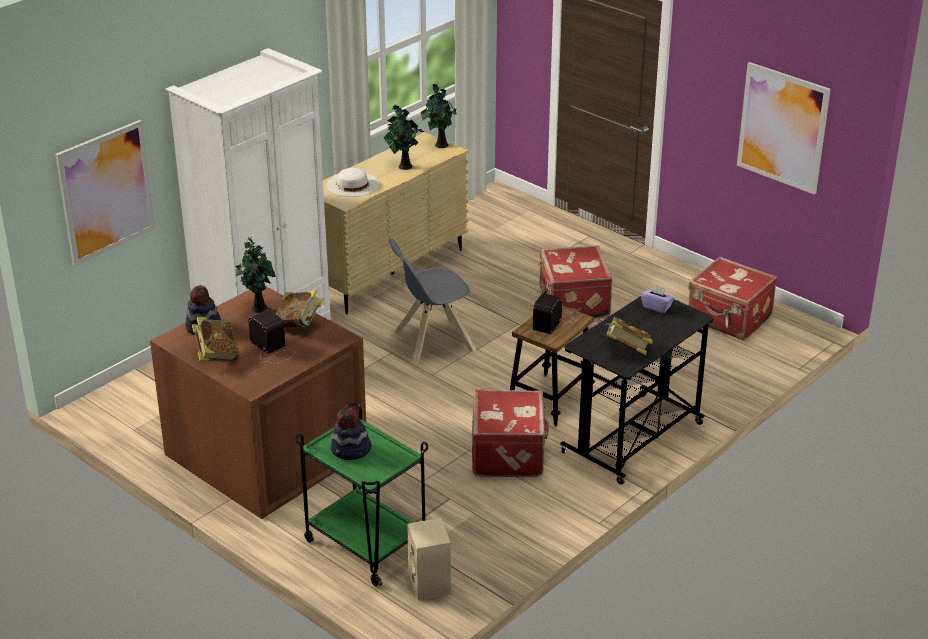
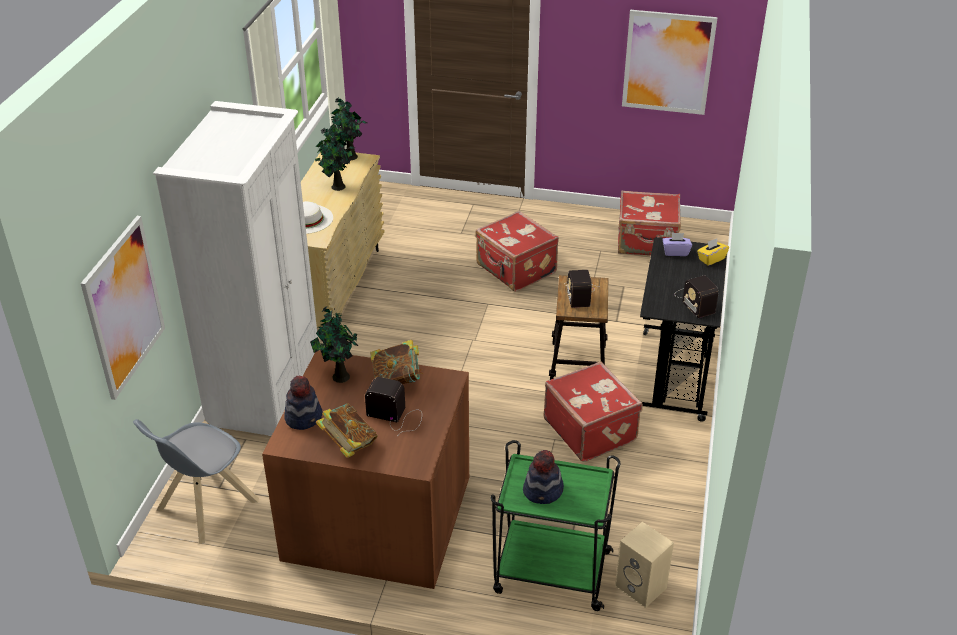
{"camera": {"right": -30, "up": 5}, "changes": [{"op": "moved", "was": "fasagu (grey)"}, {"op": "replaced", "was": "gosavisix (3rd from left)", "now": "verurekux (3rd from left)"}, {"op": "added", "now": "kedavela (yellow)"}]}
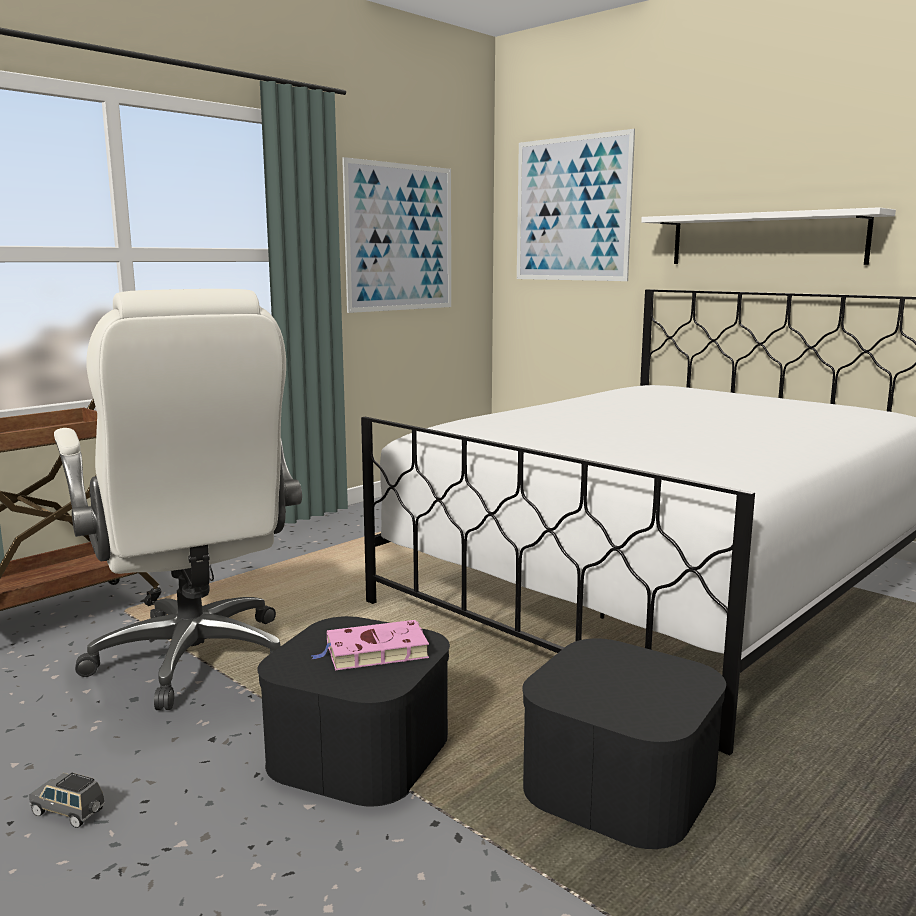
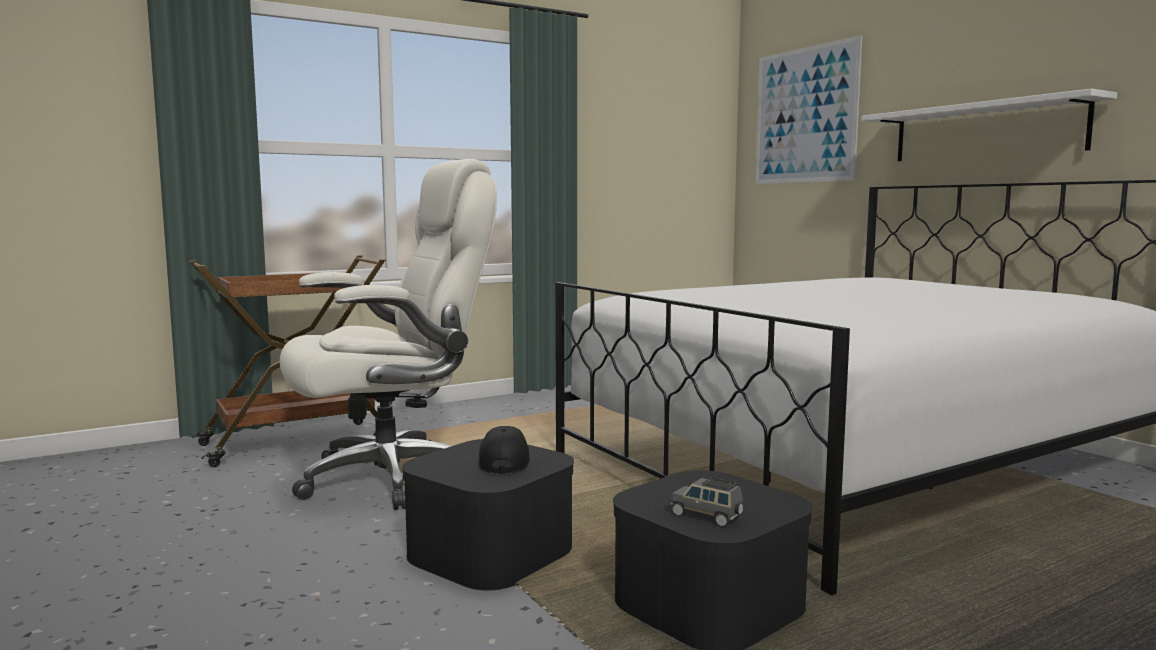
{"camera": {"right": 15, "up": -5}, "changes": [{"op": "removed", "was": "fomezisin (1st from left)"}, {"op": "turned", "was": "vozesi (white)", "clockwise": -105}, {"op": "replaced", "was": "gosavisix (pink)", "now": "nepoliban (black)"}, {"op": "moved", "was": "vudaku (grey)"}]}
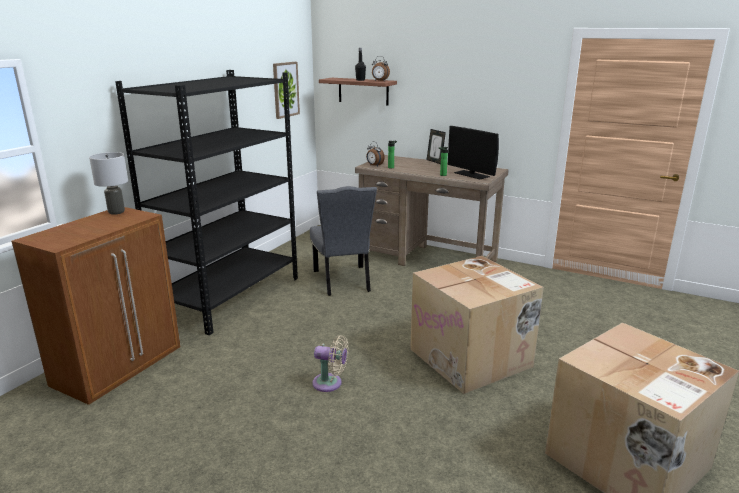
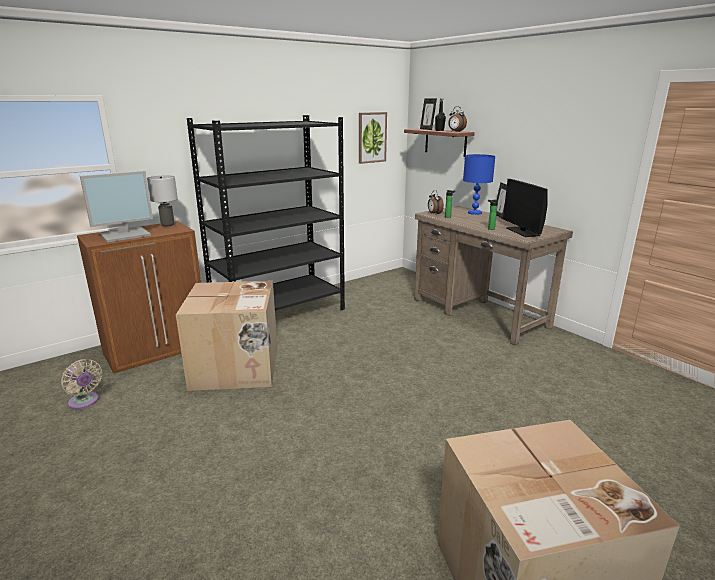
{"camera": {"right": 25, "up": 0}, "changes": [{"op": "removed", "was": "fasagu (grey)"}, {"op": "moved", "was": "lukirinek (1st from left)"}, {"op": "moved", "was": "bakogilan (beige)"}, {"op": "added", "now": "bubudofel (1st from left)"}, {"op": "added", "now": "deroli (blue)"}, {"op": "added", "now": "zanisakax (1st from left)"}]}
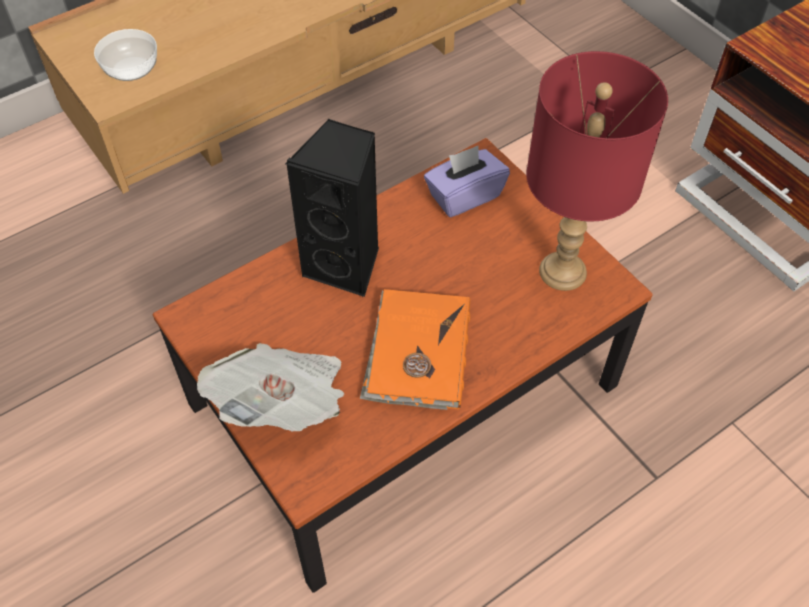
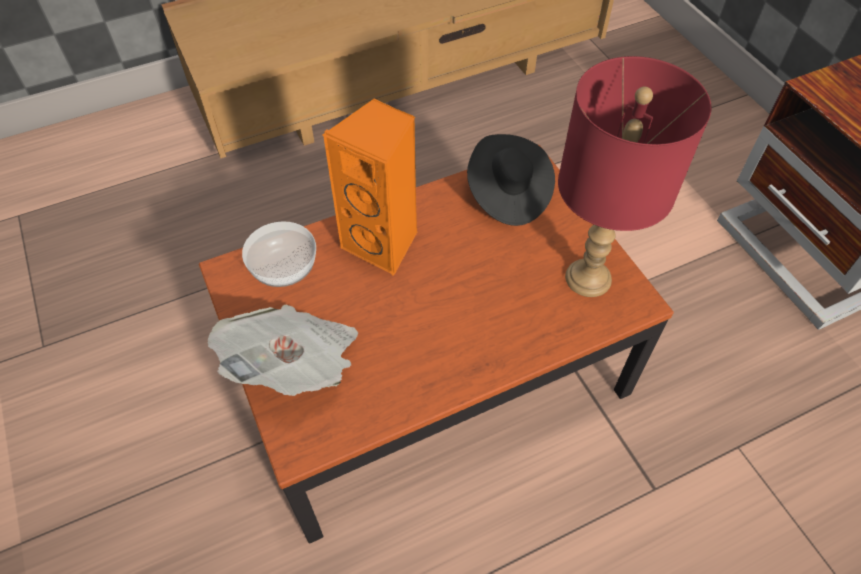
{"camera": {"right": 10, "up": 0}, "changes": [{"op": "moved", "was": "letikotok"}, {"op": "recoloured", "was": "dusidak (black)", "now": "dusidak (orange)"}, {"op": "replaced", "was": "kedavela (purple)", "now": "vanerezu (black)"}, {"op": "removed", "was": "gosavisix (orange)"}]}
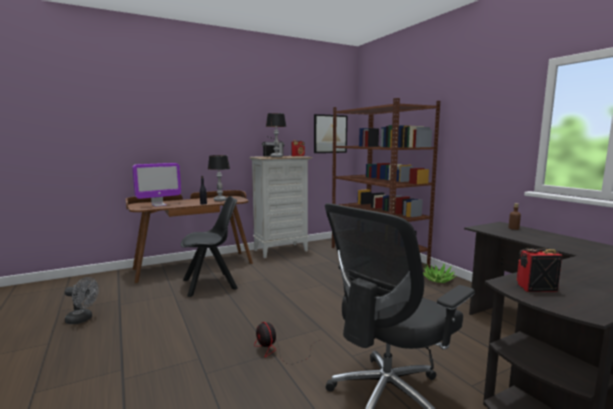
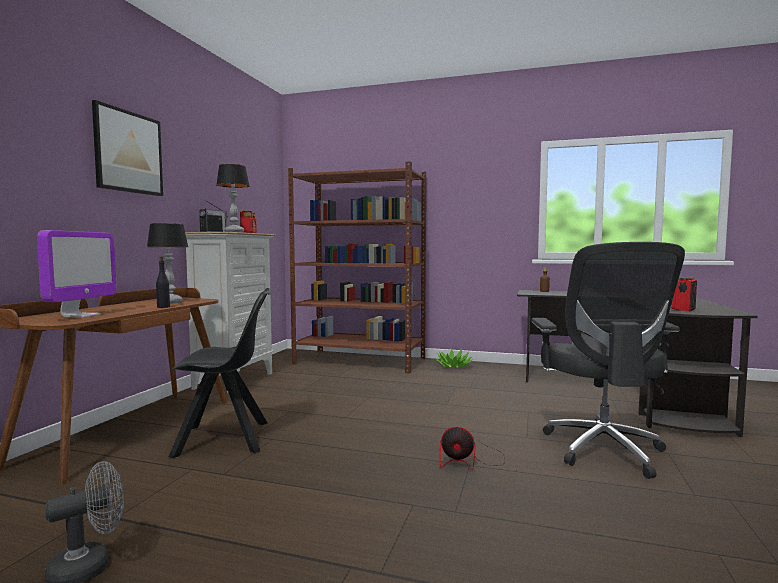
{"camera": {"right": -45, "up": -5}, "changes": [{"op": "moved", "was": "fomezisin"}, {"op": "turned", "was": "fasagu (black)", "clockwise": 60}]}
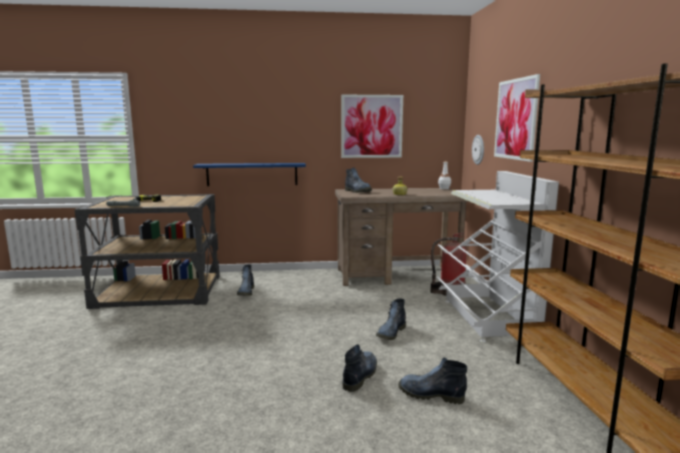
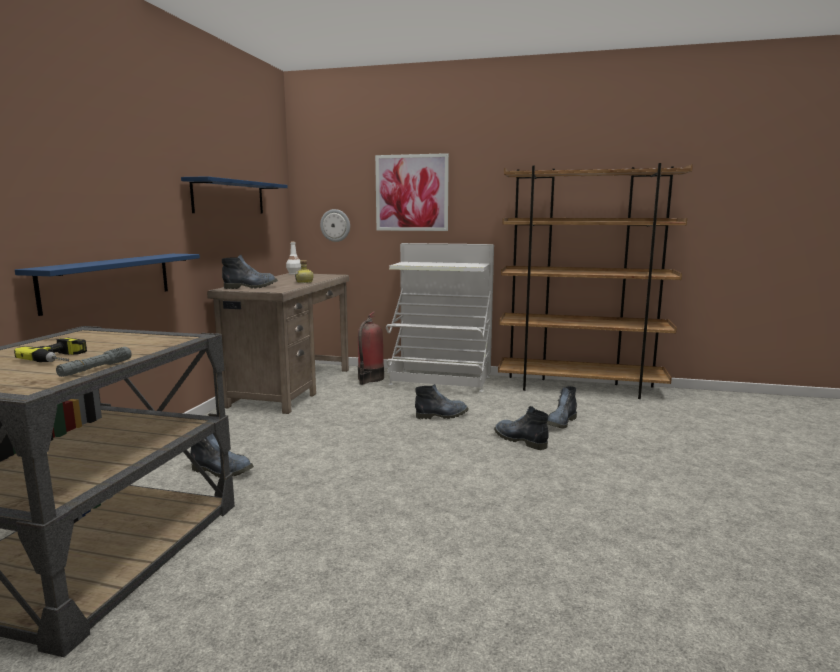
{"camera": {"right": -70, "up": 0}, "changes": [{"op": "replaced", "was": "fomezisin (1st from left)", "now": "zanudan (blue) (2nd from left)"}, {"op": "turned", "was": "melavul (4th from left in the first image)", "clockwise": -60}]}
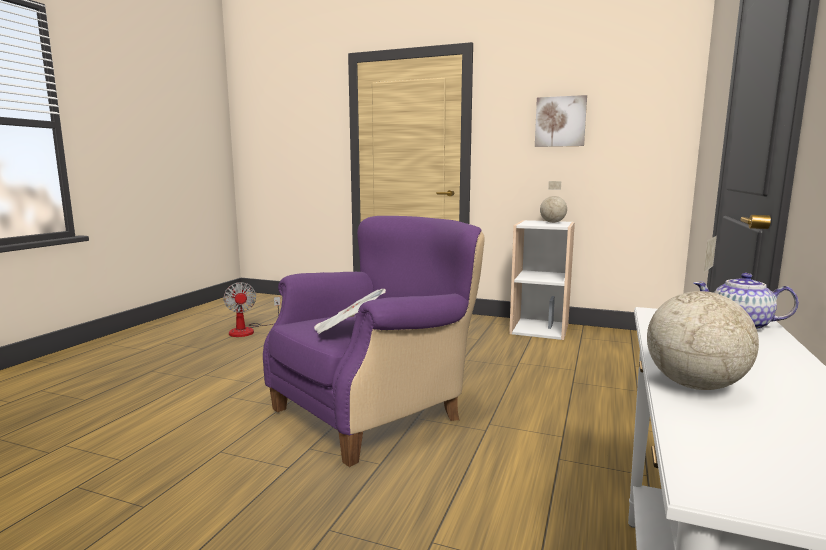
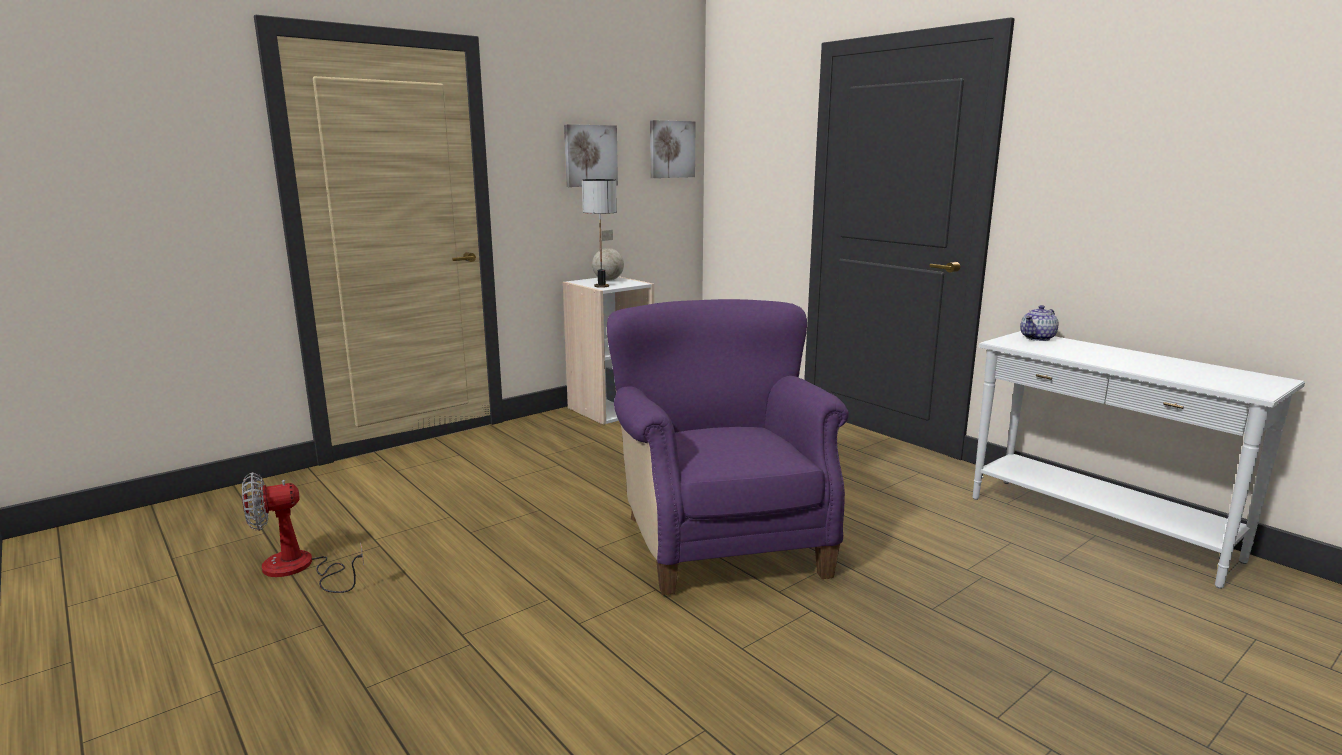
{"camera": {"right": -60, "up": 5}, "changes": [{"op": "removed", "was": "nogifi (2nd from left)"}, {"op": "turned", "was": "bakogilan", "clockwise": 150}, {"op": "removed", "was": "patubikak"}, {"op": "added", "now": "fomezisin (2nd from left)"}, {"op": "added", "now": "deroli"}]}
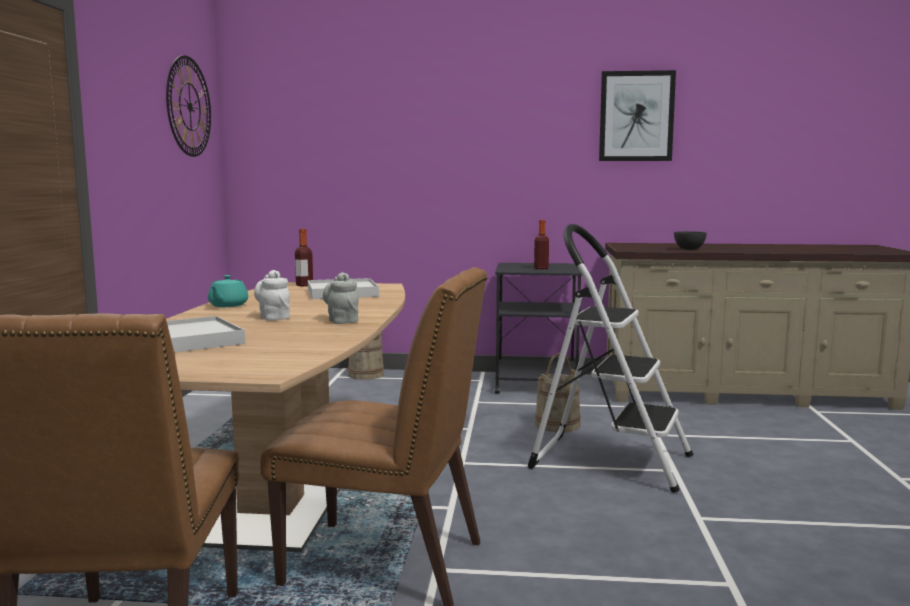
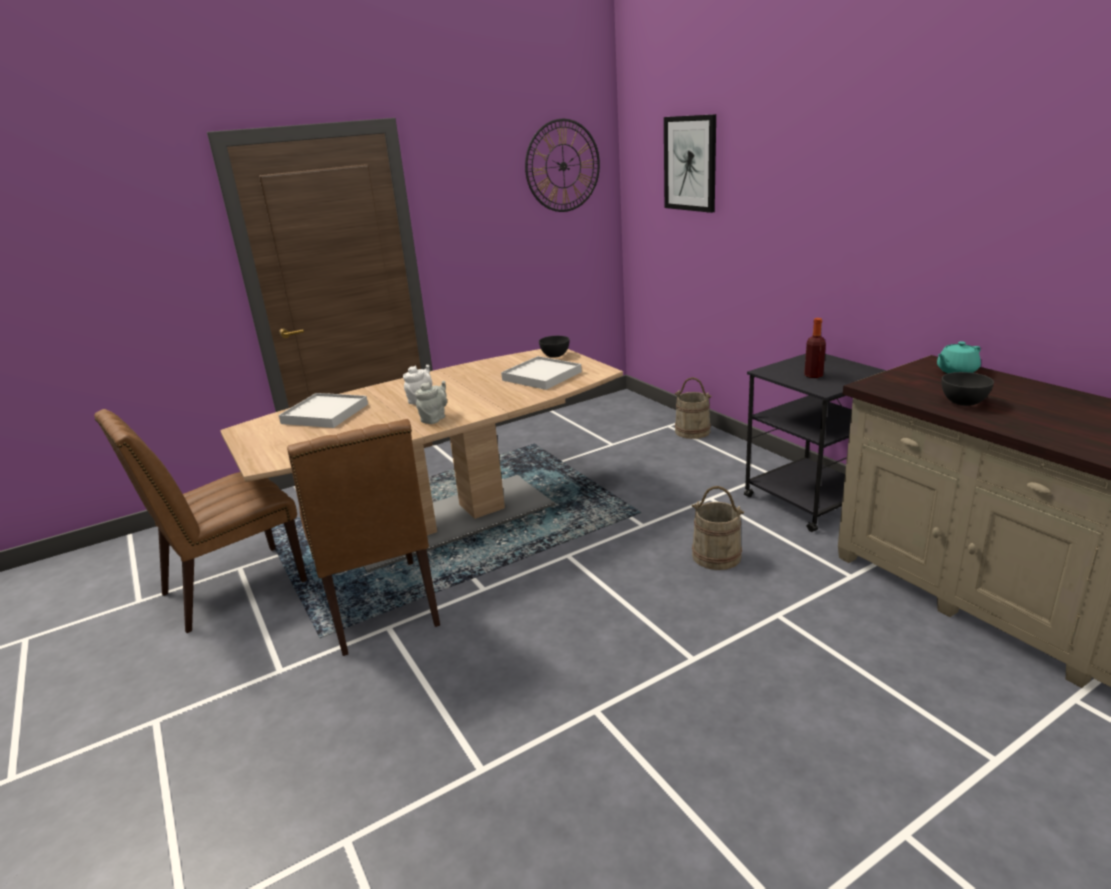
{"camera": {"right": 55, "up": 15}, "changes": [{"op": "moved", "was": "fomezisin"}, {"op": "removed", "was": "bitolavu"}, {"op": "replaced", "was": "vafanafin (1st from left)", "now": "letikotok (grey) (1st from left)"}, {"op": "moved", "was": "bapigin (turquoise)"}]}
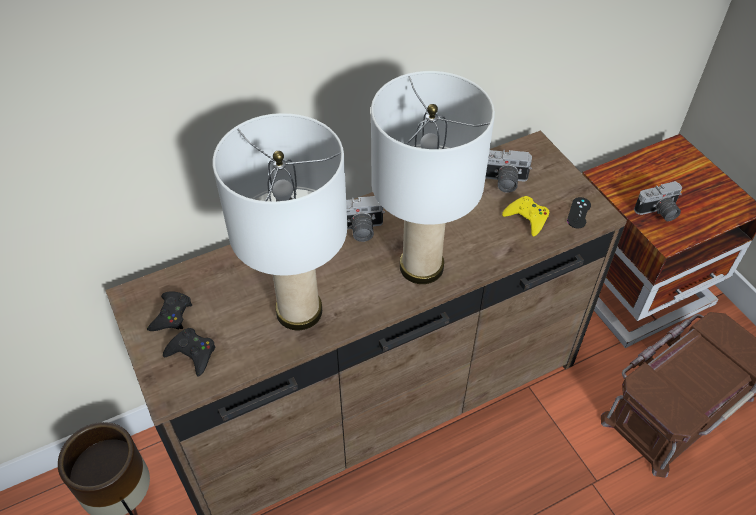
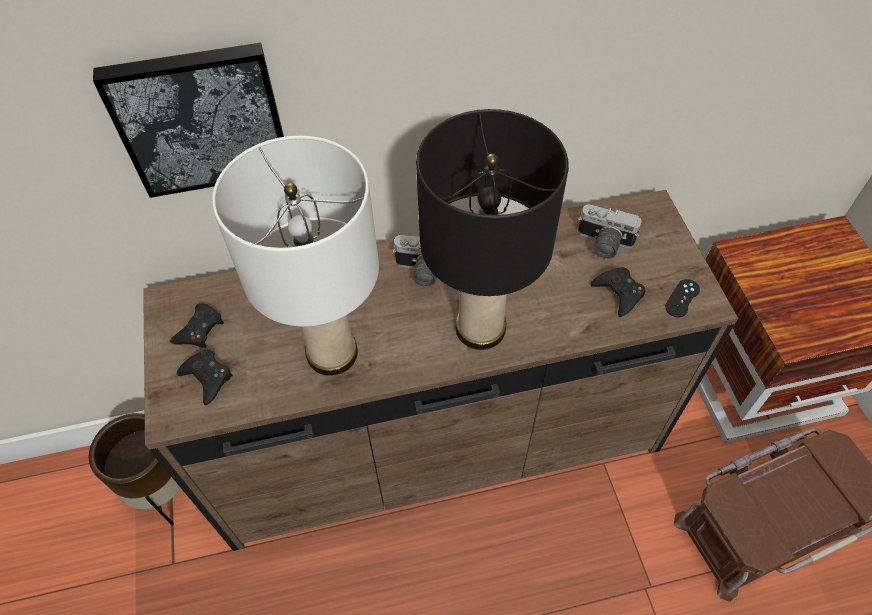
{"camera": {"right": 15, "up": 5}, "changes": [{"op": "recoloured", "was": "deroli (white) (2nd from left)", "now": "deroli (black)"}, {"op": "removed", "was": "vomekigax (3rd from left)"}, {"op": "recoloured", "was": "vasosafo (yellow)", "now": "vasosafo (black) (3rd from left)"}, {"op": "added", "now": "fomezisin"}]}
